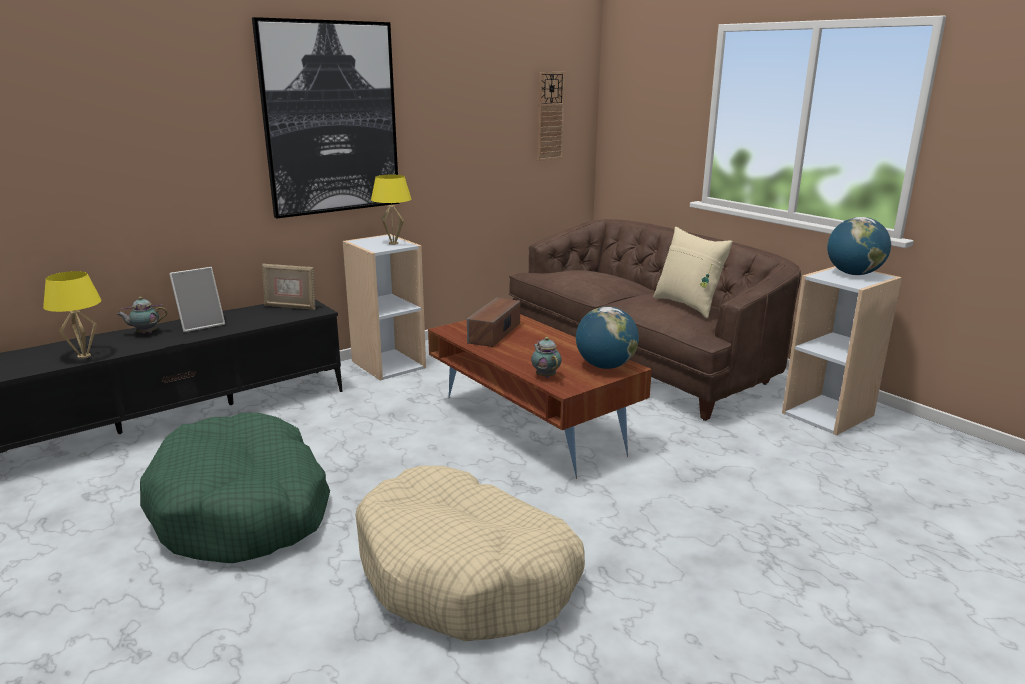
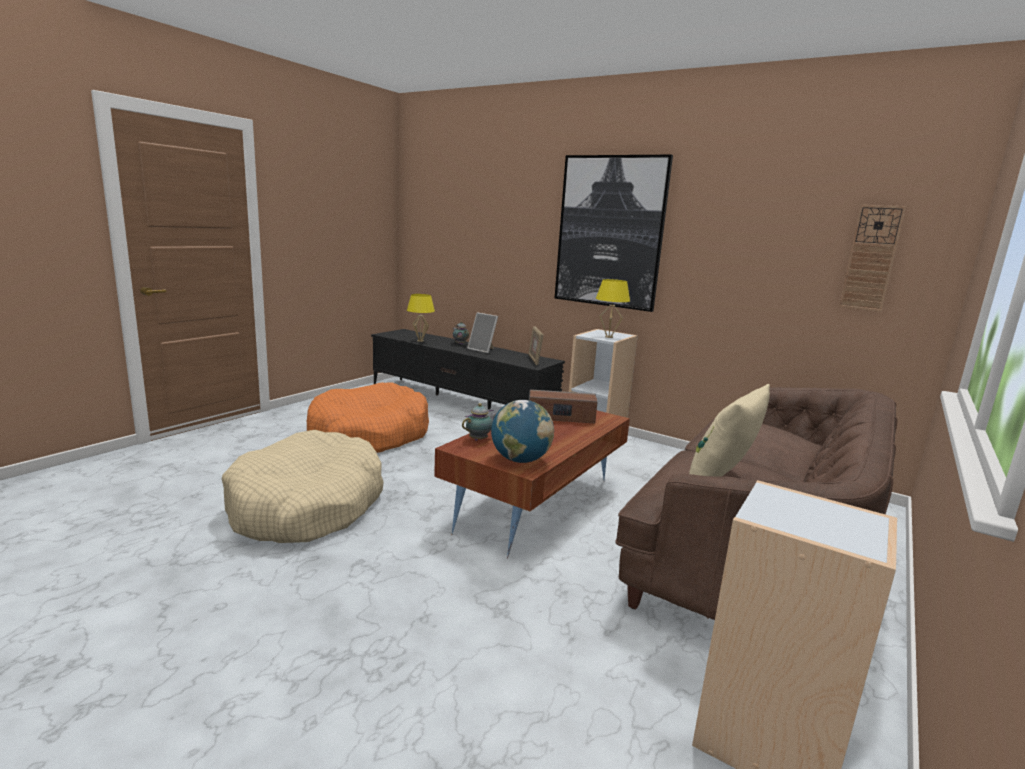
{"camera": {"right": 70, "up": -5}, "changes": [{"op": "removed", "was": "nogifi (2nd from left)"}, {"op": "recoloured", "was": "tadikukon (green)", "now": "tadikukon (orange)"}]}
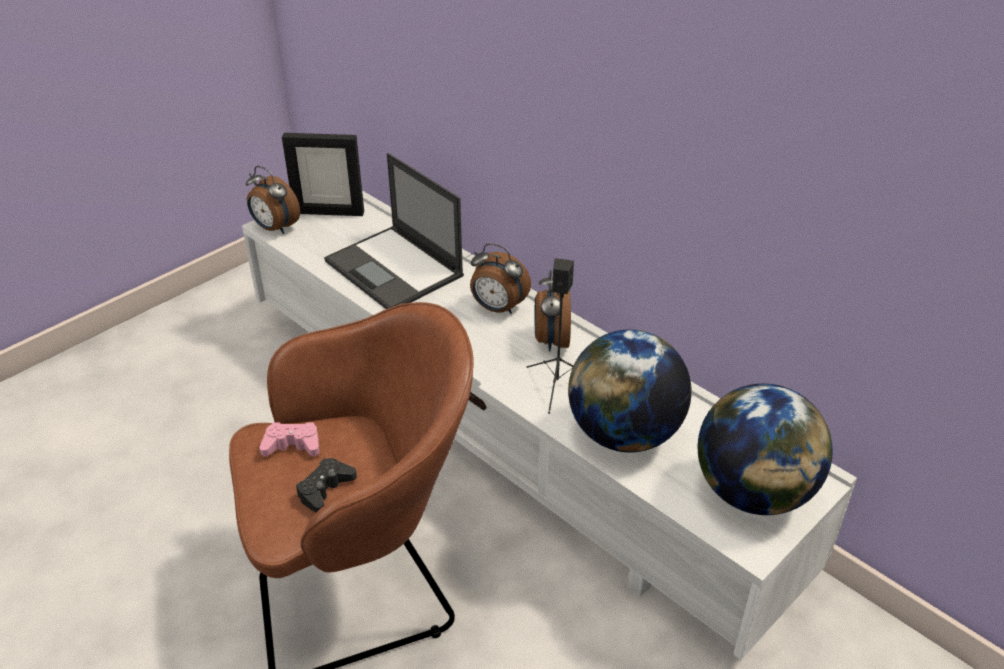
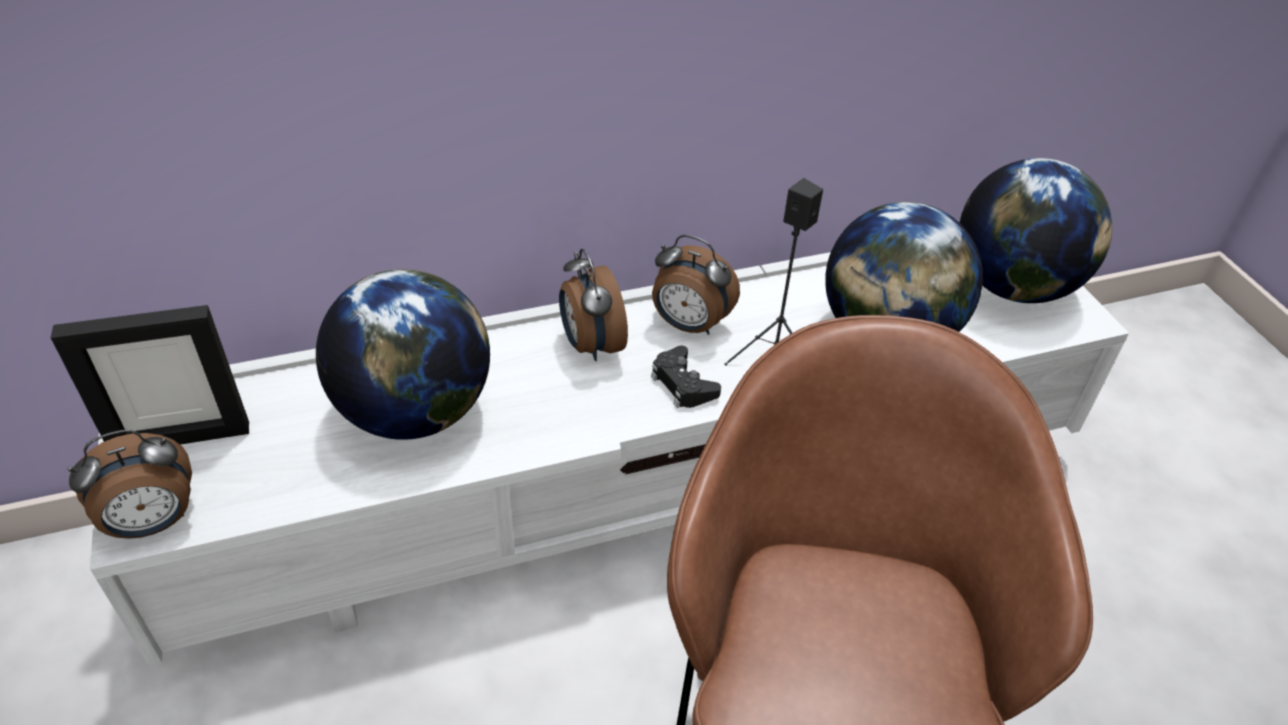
{"camera": {"right": -65, "up": 5}, "changes": [{"op": "turned", "was": "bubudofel", "clockwise": 45}, {"op": "replaced", "was": "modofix", "now": "nogifi (1st from left)"}, {"op": "turned", "was": "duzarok (2nd from left)", "clockwise": 105}, {"op": "removed", "was": "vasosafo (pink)"}, {"op": "moved", "was": "vasosafo (black)"}]}
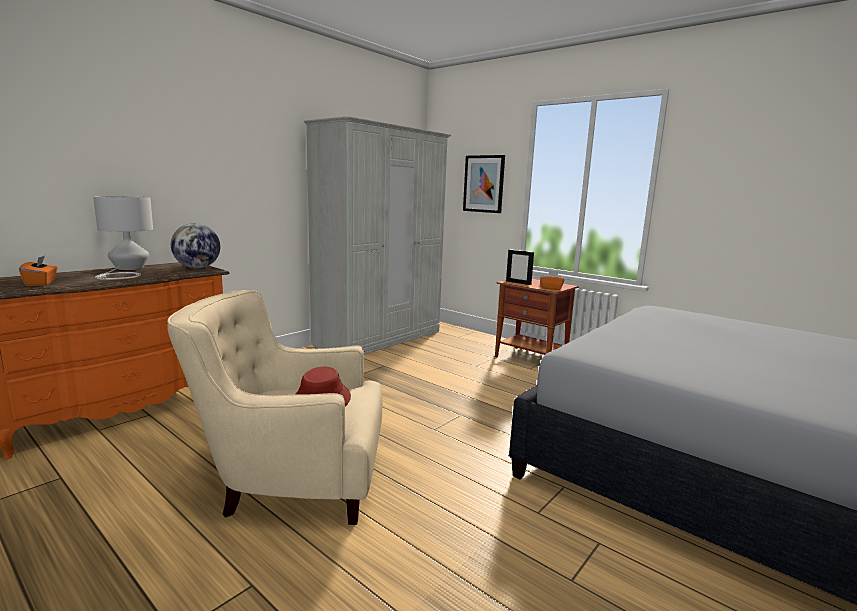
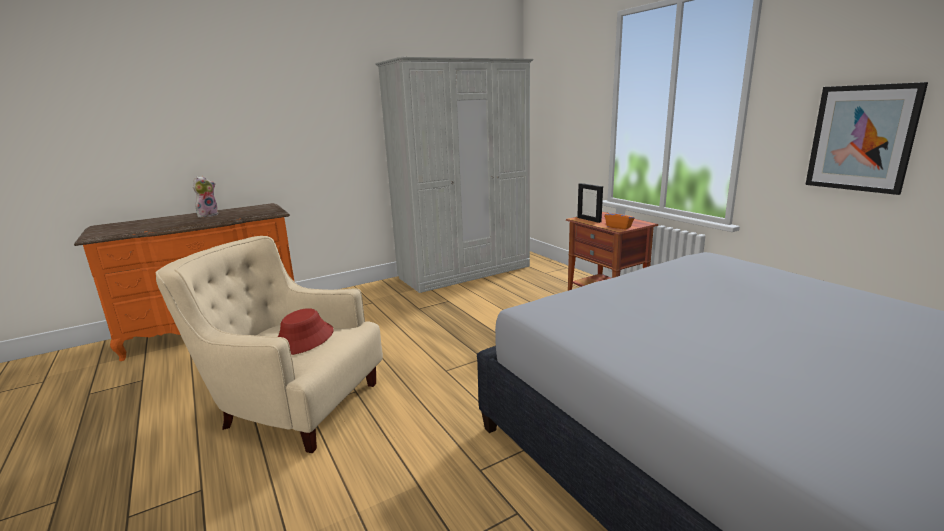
{"camera": {"right": 20, "up": 5}, "changes": [{"op": "moved", "was": "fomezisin"}, {"op": "replaced", "was": "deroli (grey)", "now": "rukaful"}, {"op": "removed", "was": "nogifi"}, {"op": "removed", "was": "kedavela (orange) (1st from left)"}]}
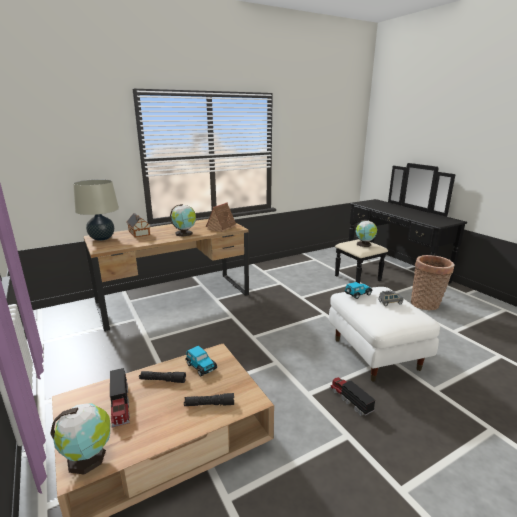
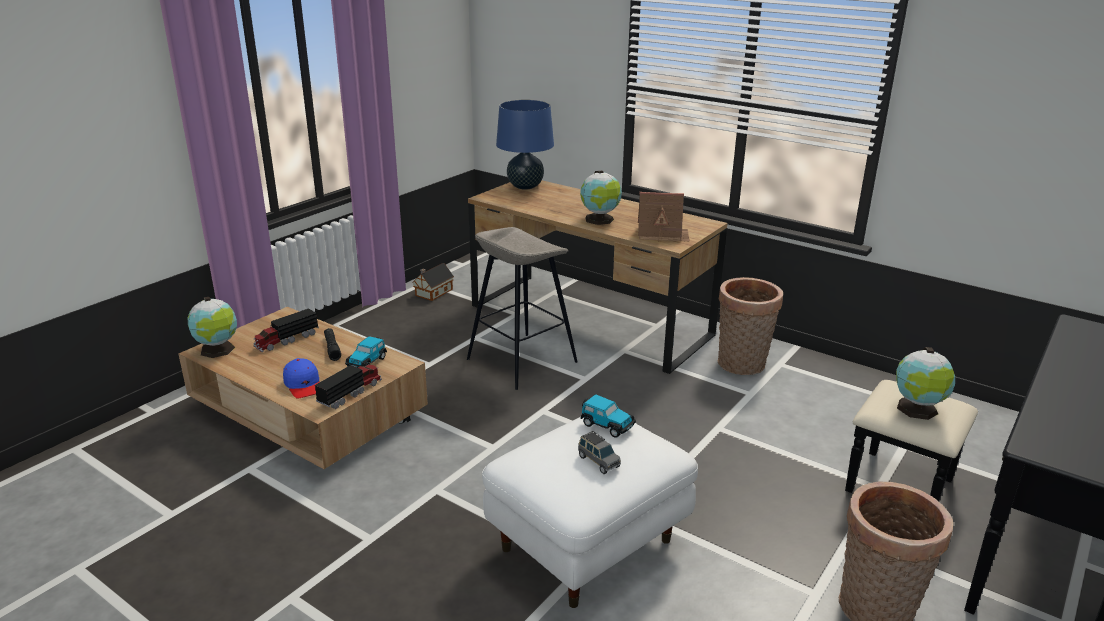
{"camera": {"right": 65, "up": 5}, "changes": [{"op": "recoloured", "was": "deroli (beige)", "now": "deroli (blue)"}, {"op": "moved", "was": "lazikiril (1st from left)"}, {"op": "moved", "was": "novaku (2nd from left)"}, {"op": "replaced", "was": "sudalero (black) (2nd from left)", "now": "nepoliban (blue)"}, {"op": "added", "now": "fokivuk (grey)"}, {"op": "added", "now": "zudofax (1st from left)"}]}
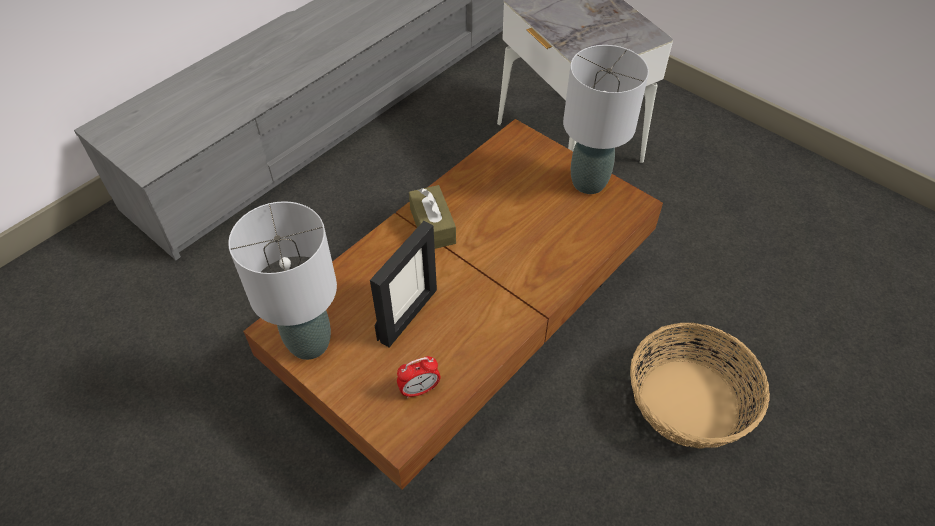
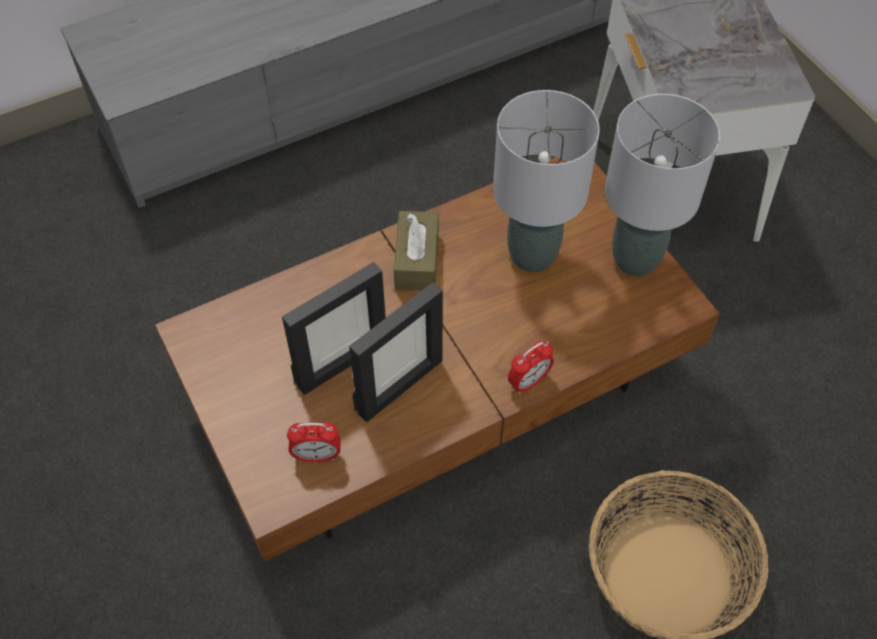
{"camera": {"right": 20, "up": 5}, "changes": [{"op": "moved", "was": "deroli (grey) (1st from left)"}, {"op": "added", "now": "bubudofel (2nd from left)"}, {"op": "added", "now": "duzarok (2nd from left)"}]}
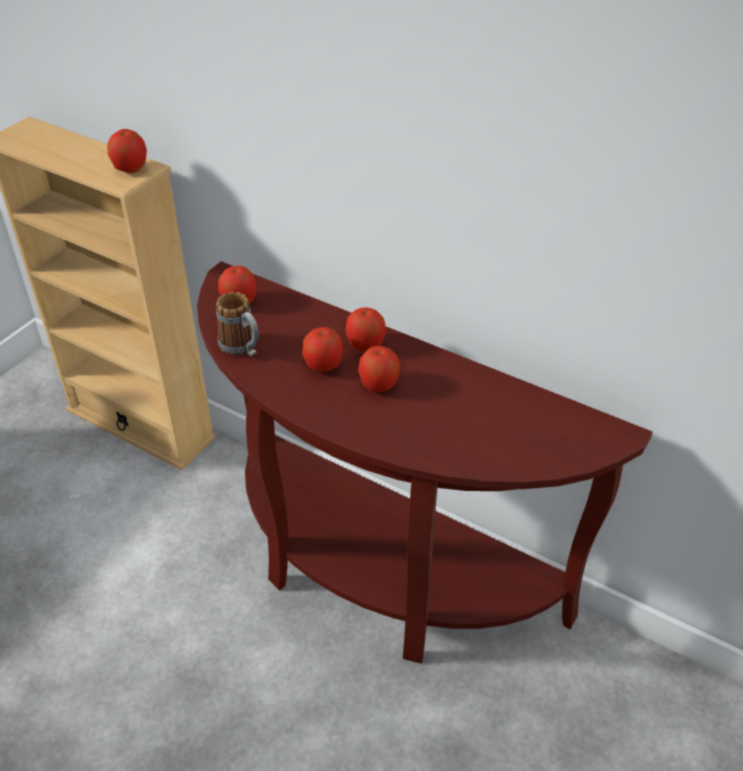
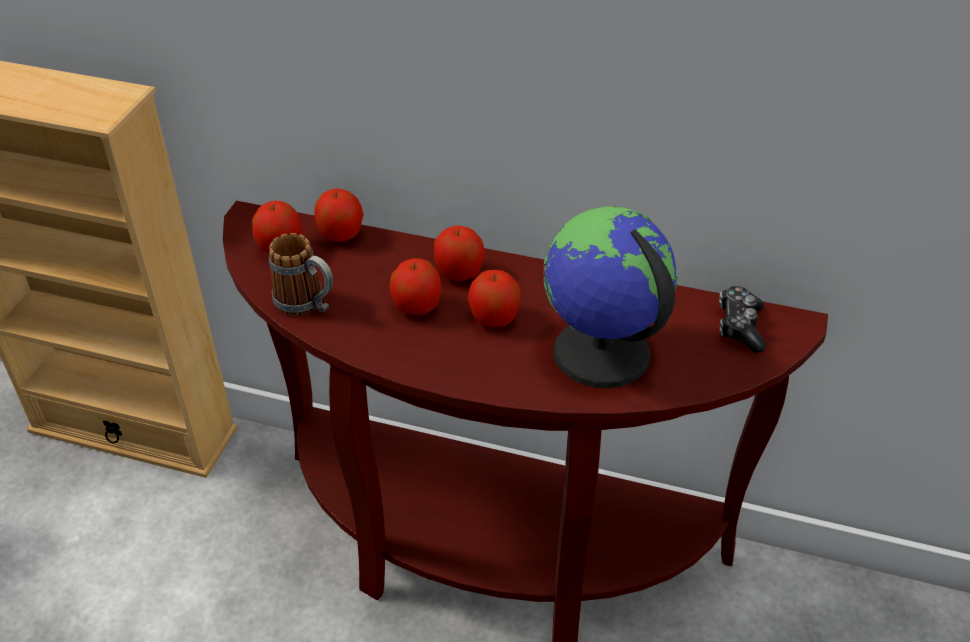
{"camera": {"right": -15, "up": 0}, "changes": [{"op": "moved", "was": "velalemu (1st from left in the first image)", "now": "velalemu (2nd from left)"}, {"op": "added", "now": "nogifi"}, {"op": "added", "now": "vasosafo"}]}
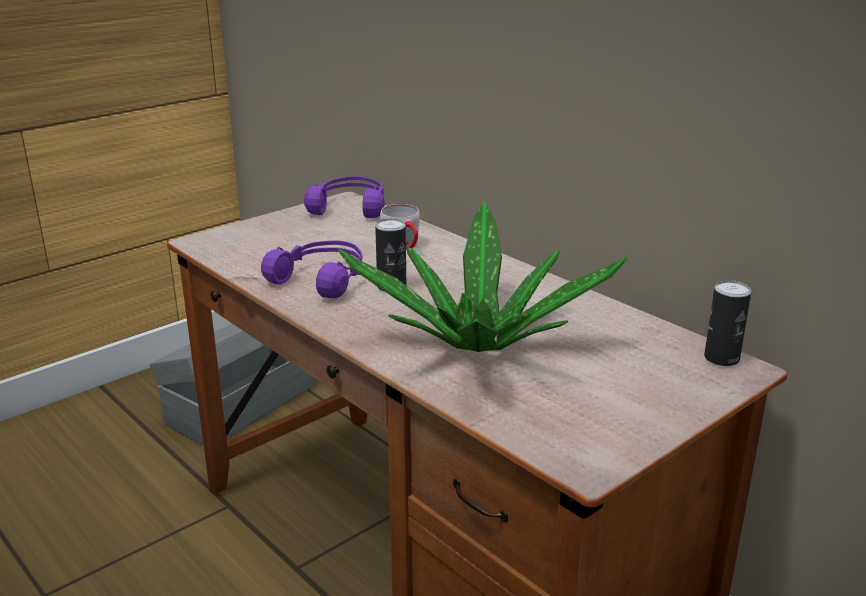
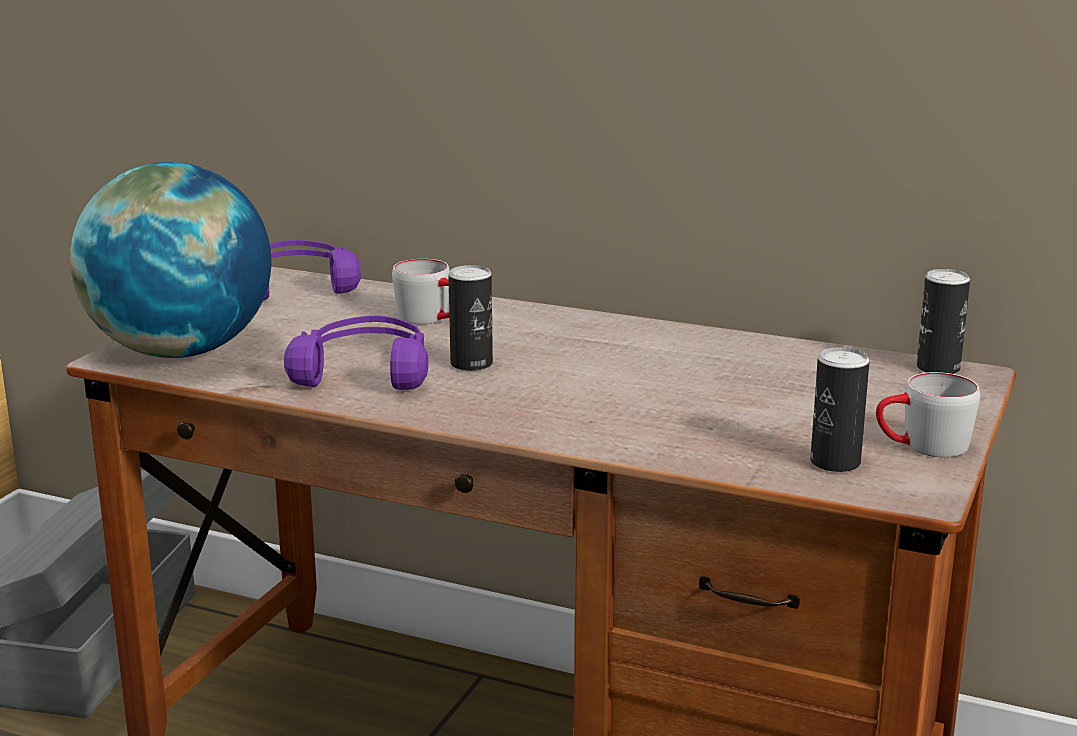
{"camera": {"right": -25, "up": -5}, "changes": [{"op": "removed", "was": "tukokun"}, {"op": "added", "now": "nogifi"}, {"op": "added", "now": "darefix (2nd from left)"}, {"op": "added", "now": "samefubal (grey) (2nd from left)"}]}
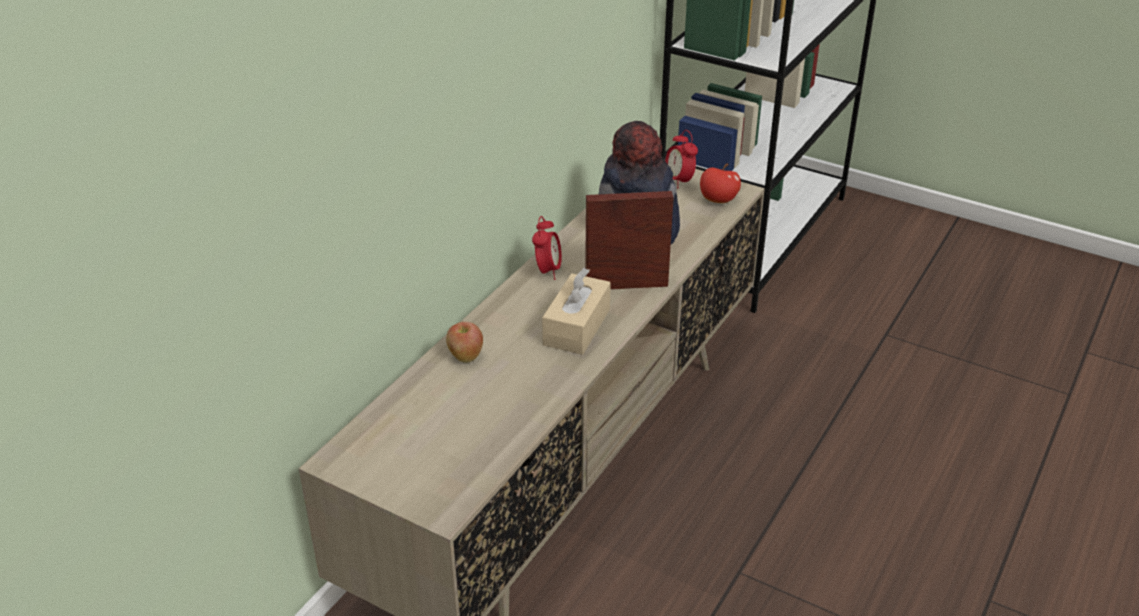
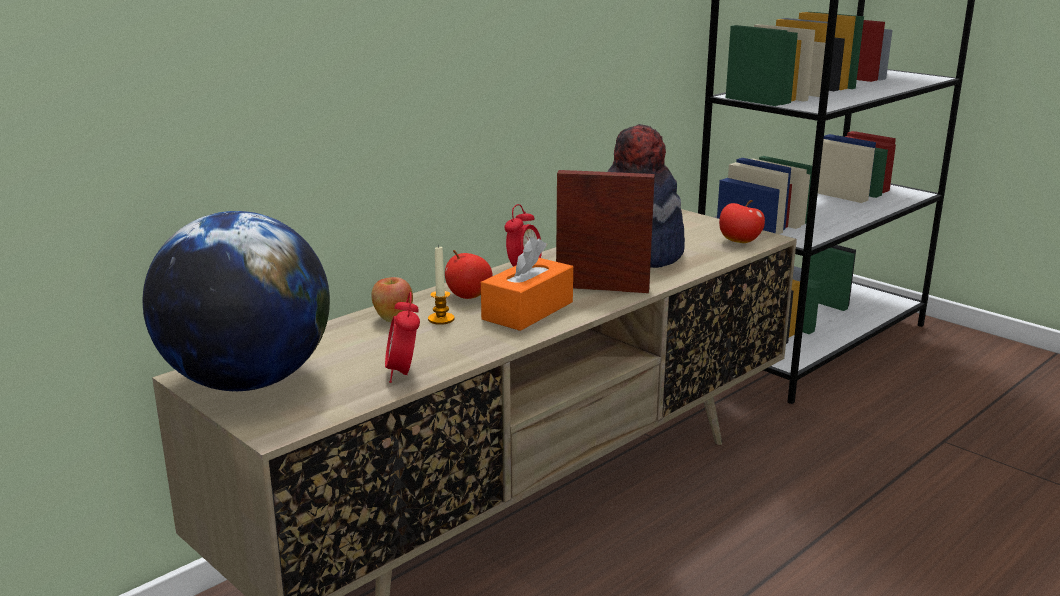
{"camera": {"right": 15, "up": -15}, "changes": [{"op": "moved", "was": "duzarok (2nd from left in the first image)", "now": "duzarok (1st from left)"}, {"op": "recoloured", "was": "kedavela (beige)", "now": "kedavela (orange)"}, {"op": "added", "now": "nogifi"}, {"op": "added", "now": "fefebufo"}, {"op": "added", "now": "velalemu (2nd from left)"}]}
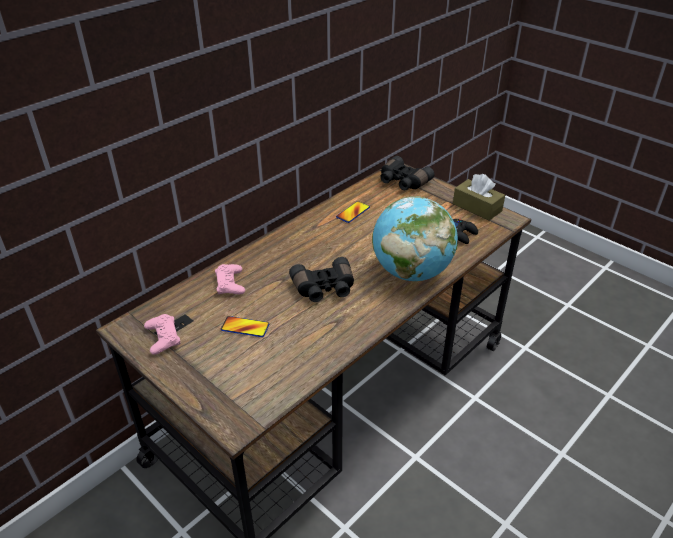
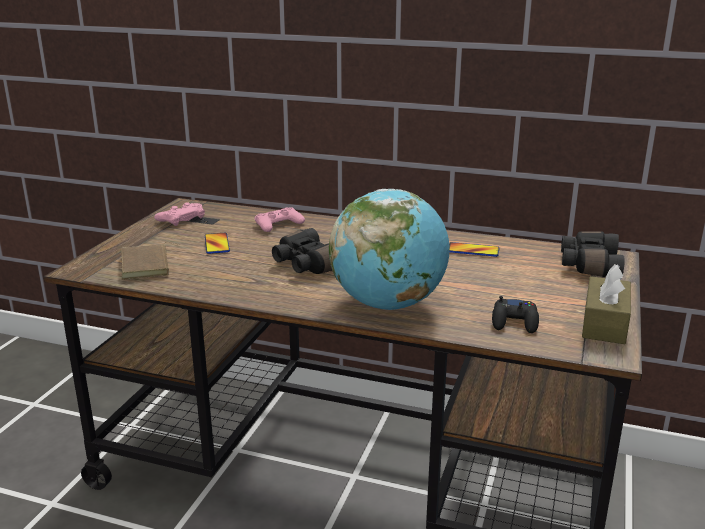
{"camera": {"right": 65, "up": -15}, "changes": [{"op": "added", "now": "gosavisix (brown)"}]}
